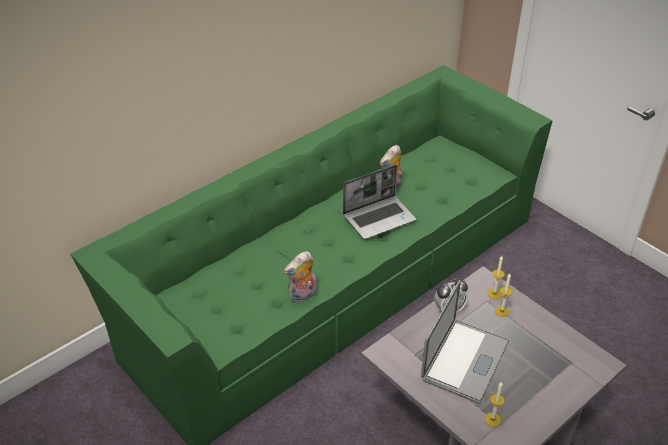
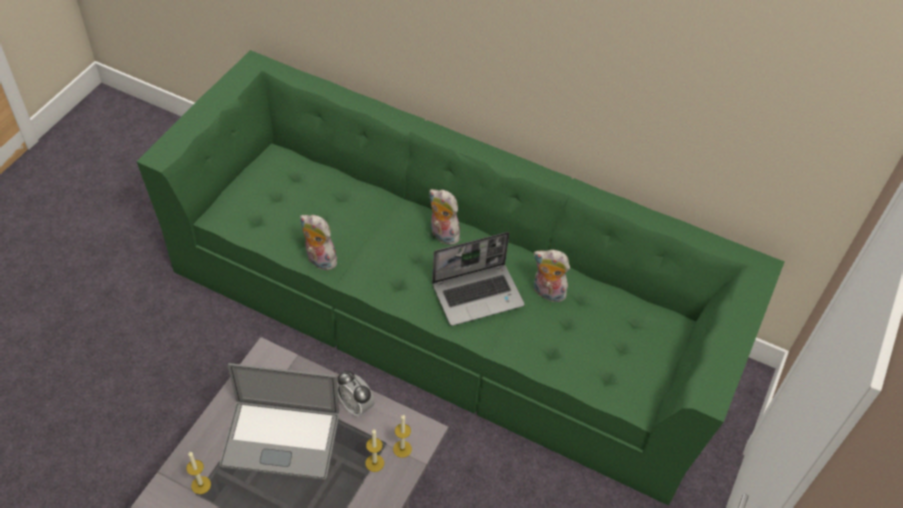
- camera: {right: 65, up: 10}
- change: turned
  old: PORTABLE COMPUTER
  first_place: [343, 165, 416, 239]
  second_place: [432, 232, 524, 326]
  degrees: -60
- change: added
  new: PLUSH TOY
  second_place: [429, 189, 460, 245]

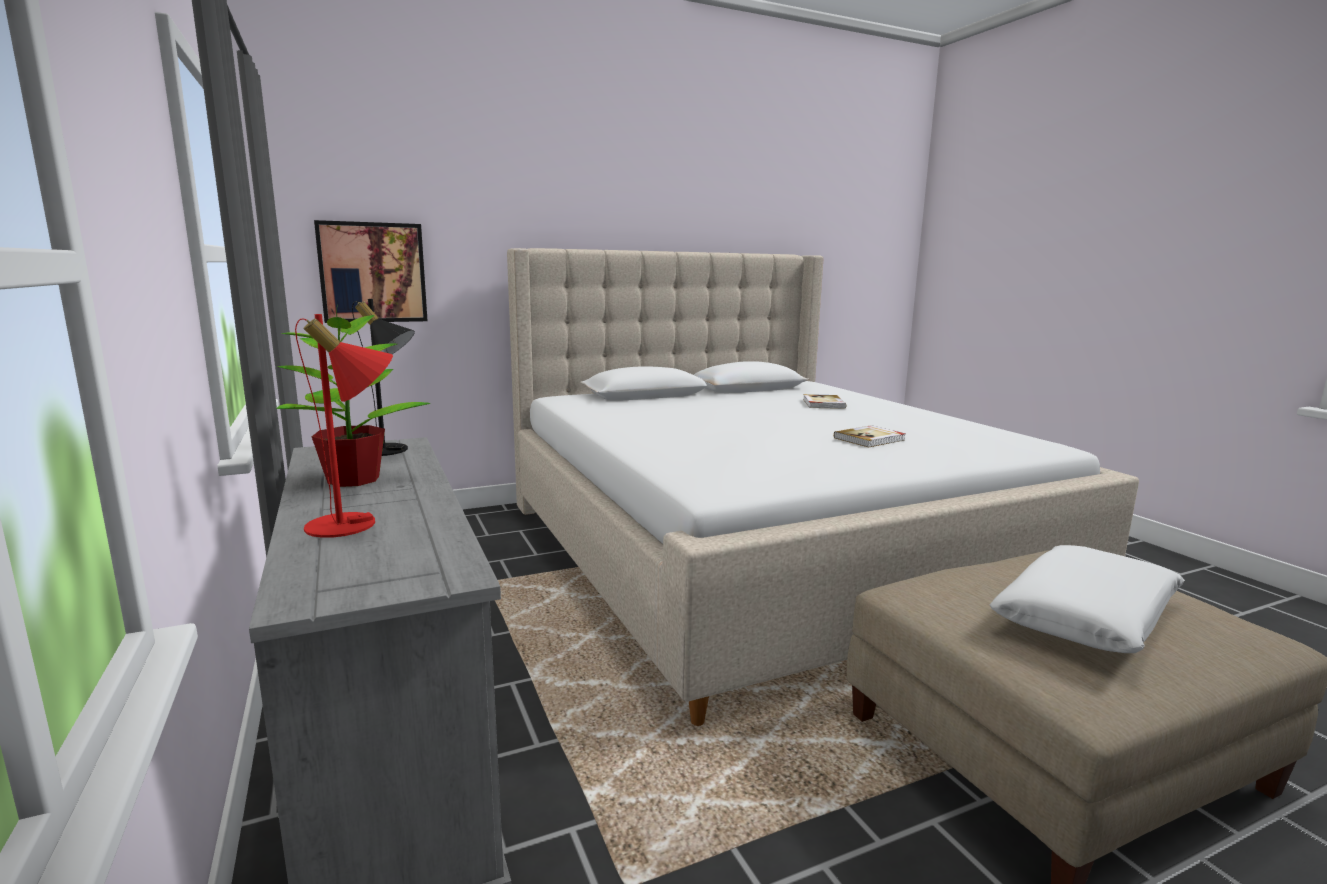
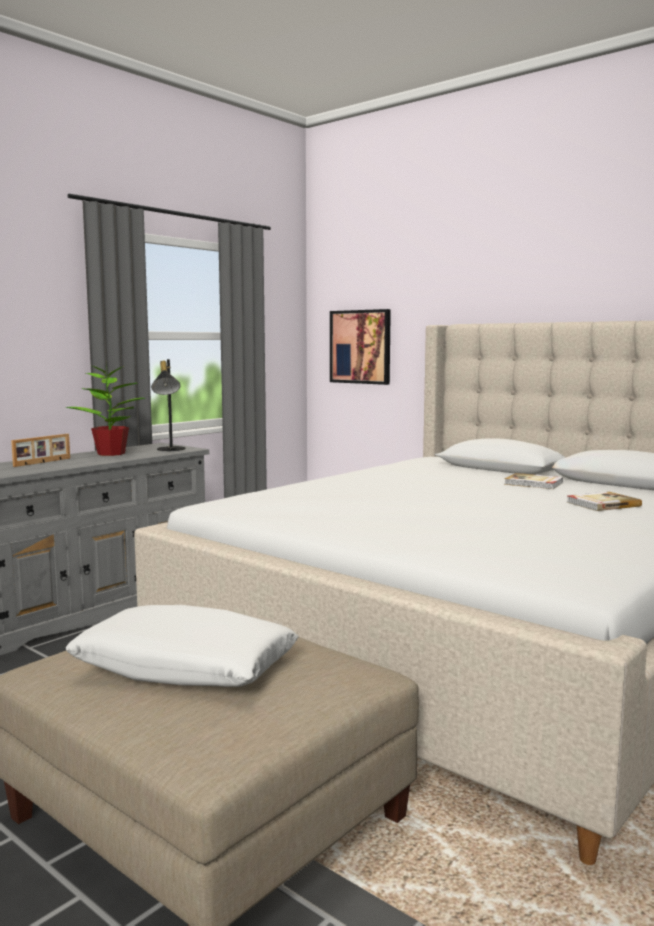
- camera: {right: 65, up: -5}
- change: replaced
  old: RED TABLE LAMP
  new: PHOTO FRAME
  first_place: [295, 314, 393, 538]
  second_place: [11, 434, 70, 467]
- change: moved
  old: BOOK
  first_place: [834, 425, 906, 448]
  second_place: [504, 473, 563, 489]

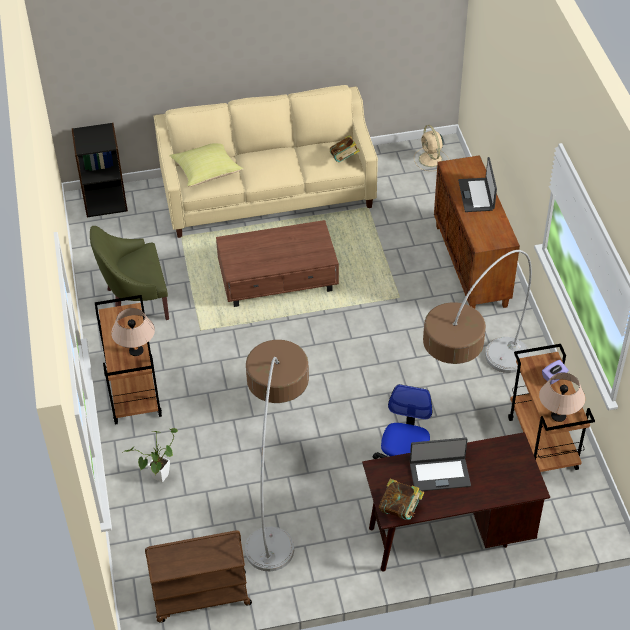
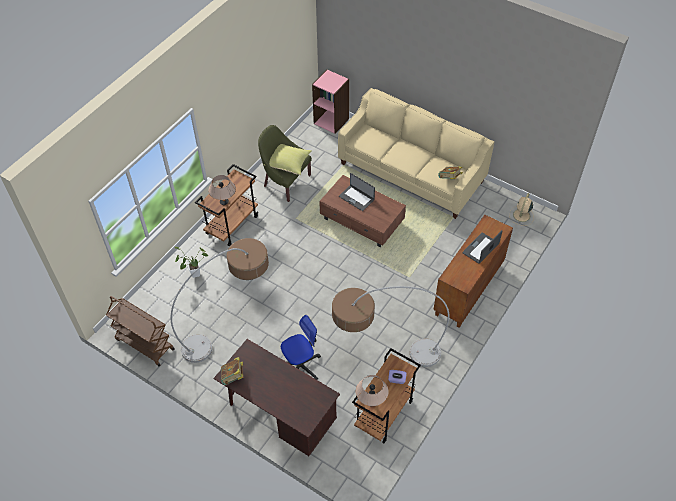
- camera: {right: 45, up: 5}
- change: recoloured
  old: BLACK-COLOURED BOOKSHELF
  new: PINK-COLOURED BOOKSHELF
  first_place: [71, 123, 128, 218]
  second_place: [312, 70, 349, 134]
- change: moved
  old: YELLOW-COLOURED PILLOW
  first_place: [169, 143, 243, 187]
  second_place: [264, 144, 312, 175]
- change: moved
  old: PORTABLE COMPUTER
  first_place: [410, 438, 471, 491]
  second_place: [339, 173, 375, 211]

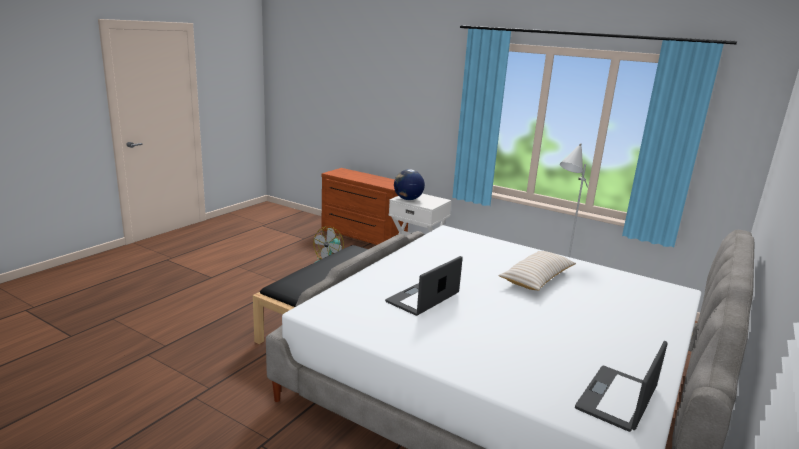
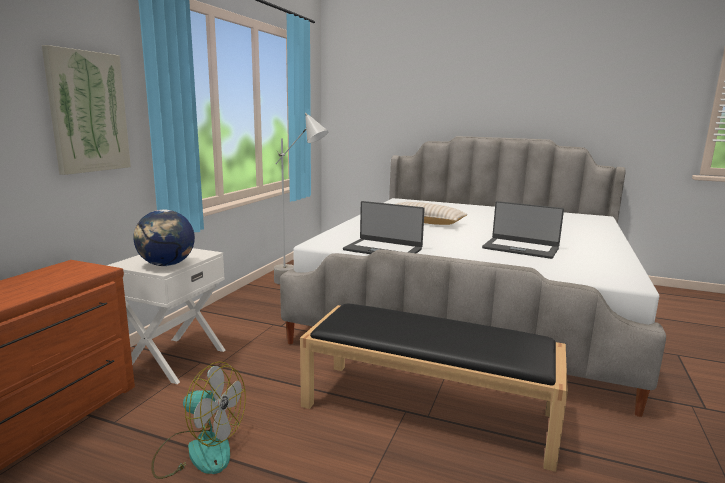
- camera: {right: -100, up: -5}
- change: moved
  old: PORTABLE COMPUTER
  first_place: [575, 341, 668, 432]
  second_place: [343, 201, 425, 254]
- change: added
  new: WALL ART
  second_place: [42, 45, 131, 175]

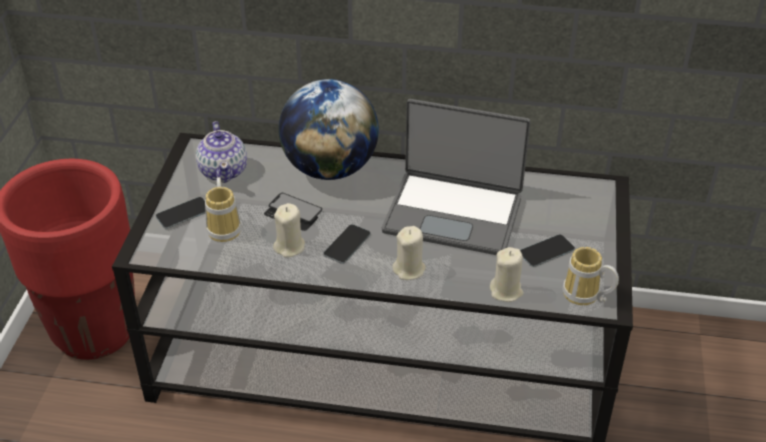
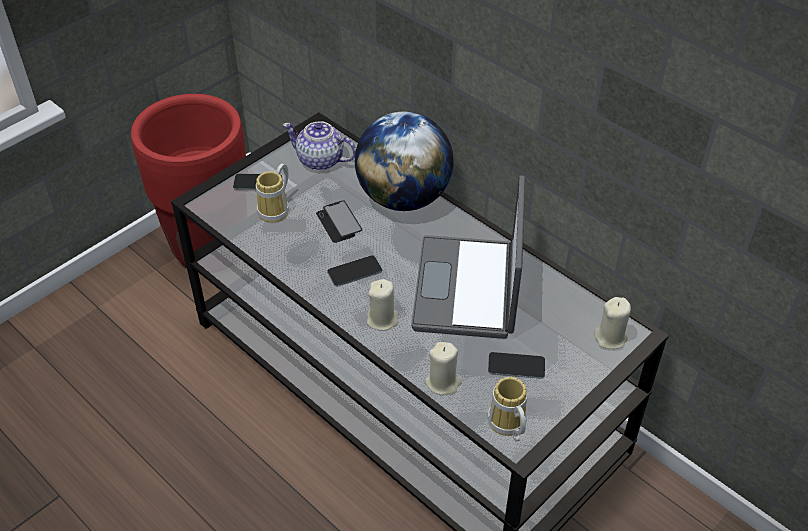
- camera: {right: 35, up: 5}
- change: turned
  old: PORTABLE COMPUTER
  first_place: [382, 99, 531, 255]
  second_place: [411, 176, 525, 339]
  degrees: 45
- change: turned
  old: POT FOR TEA
  first_place: [196, 121, 247, 183]
  second_place: [283, 122, 356, 171]
  degrees: 90
- change: moved
  old: BEIGE CANDLE
  first_place: [273, 203, 305, 258]
  second_place: [594, 297, 631, 349]

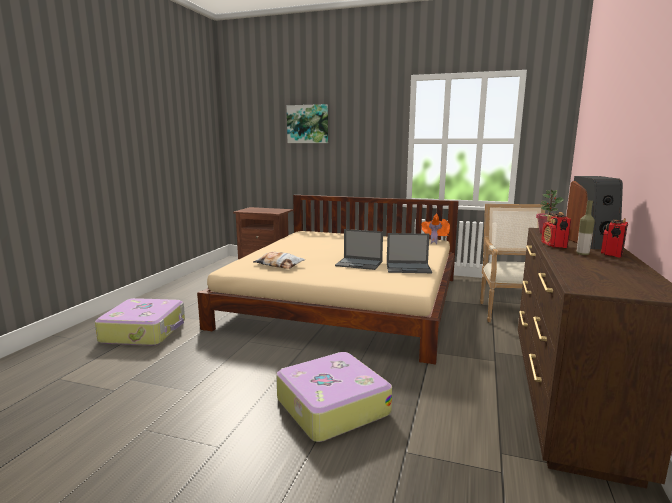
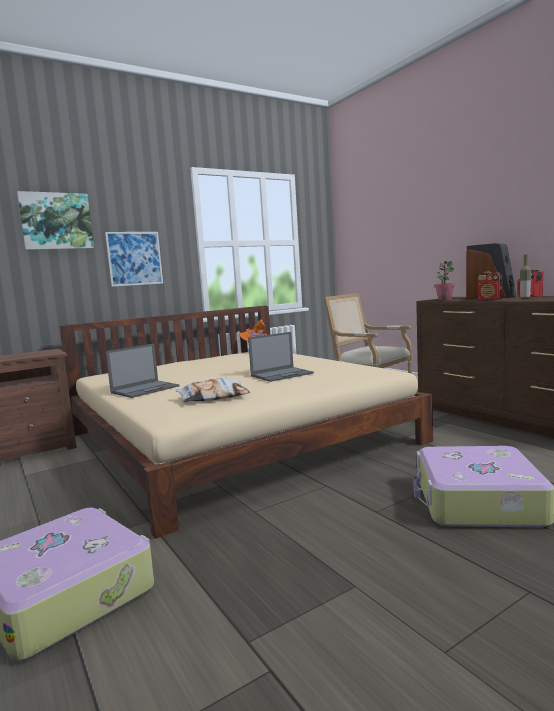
- camera: {right: -50, up: -5}
- change: moved
  old: PORTABLE COMPUTER
  first_place: [387, 233, 432, 273]
  second_place: [106, 344, 180, 398]
- change: added
  new: WALL ART
  second_place: [105, 232, 163, 287]

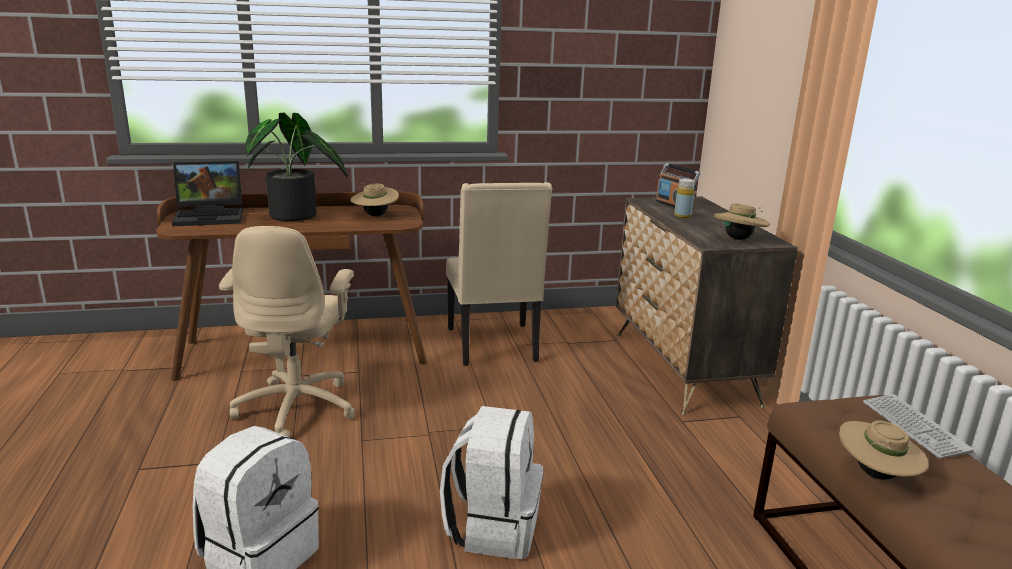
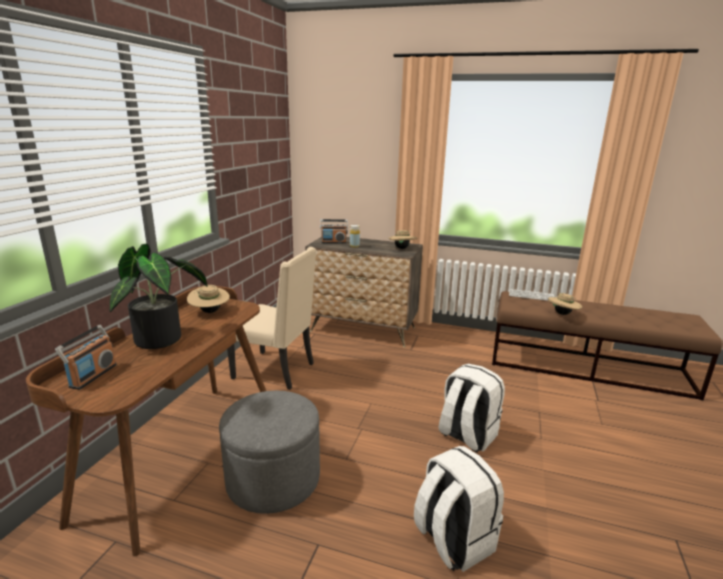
- camera: {right: -60, up: 0}
- change: replaced
  old: PORTABLE COMPUTER
  new: RADIO
  first_place: [172, 161, 243, 226]
  second_place: [55, 325, 117, 390]
- change: replaced
  old: BEIGE OFFICE CHAIR
  new: GREYISH POUFFE
  first_place: [219, 226, 356, 437]
  second_place: [219, 391, 320, 514]

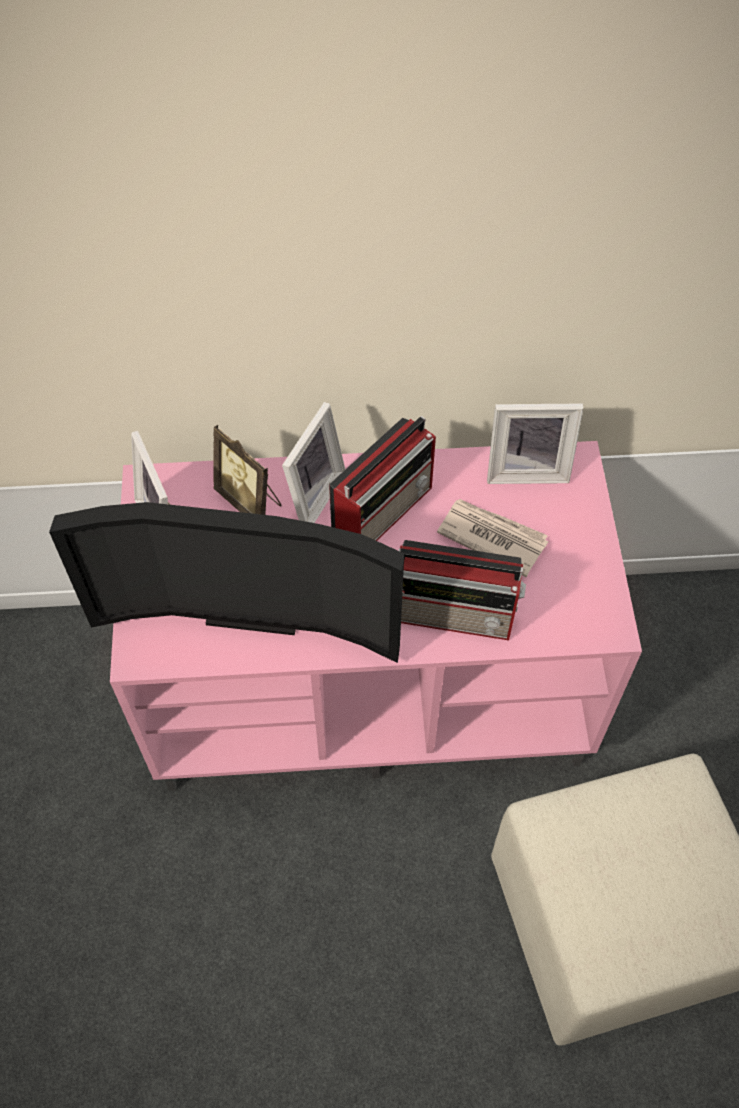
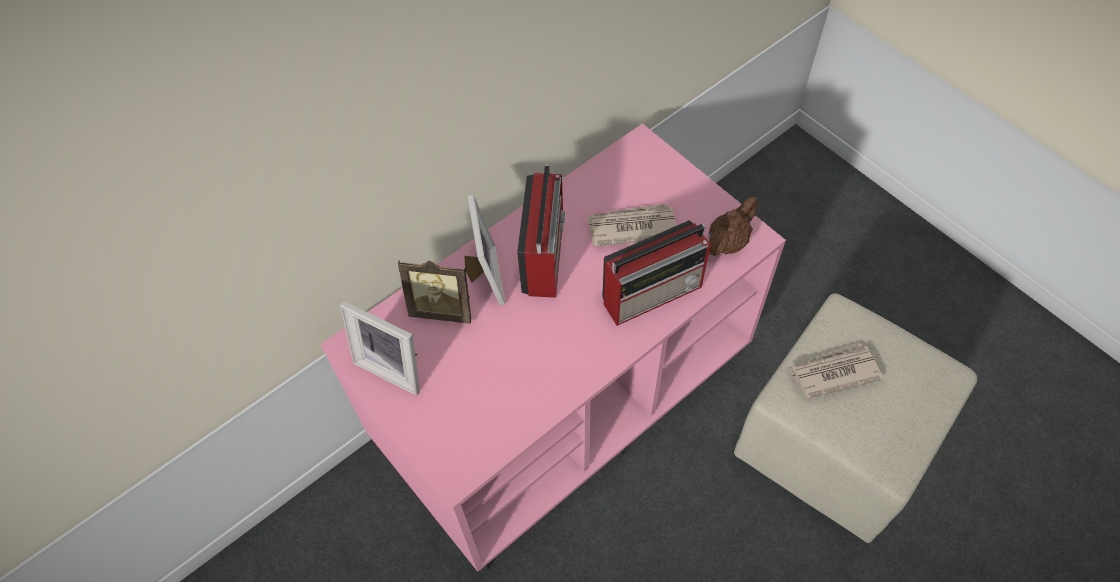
- camera: {right: -35, up: 0}
- change: removed
  old: PHOTO FRAME
  first_place: [487, 404, 584, 484]
- change: removed
  old: TV
  first_place: [49, 502, 404, 663]
- change: added
  new: BROWN POT FOR TEA
  second_place: [708, 197, 758, 256]
- change: added
  new: PRINTED PAPER
  second_place: [787, 343, 883, 399]

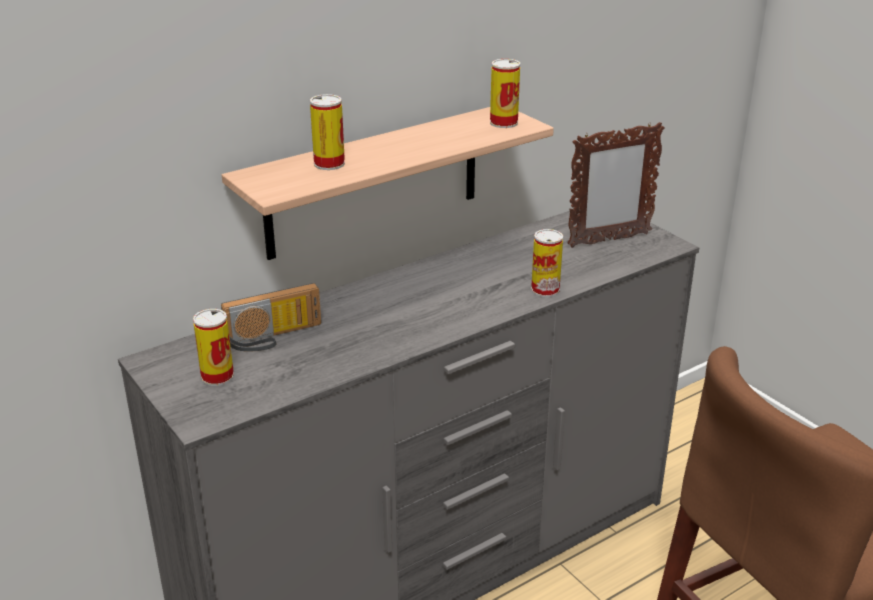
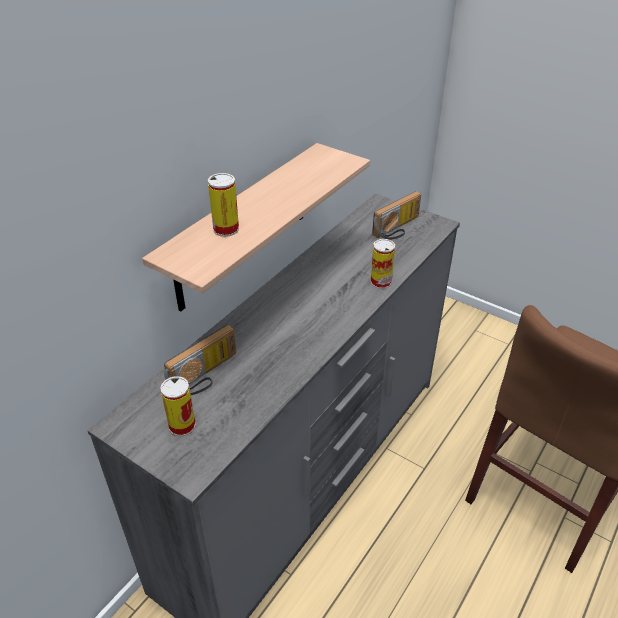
- camera: {right: -20, up: 10}
- change: removed
  old: METAL CAN
  first_place: [490, 59, 520, 128]
- change: replaced
  old: PHOTO FRAME
  new: RADIO
  first_place: [568, 122, 665, 248]
  second_place: [372, 191, 421, 240]

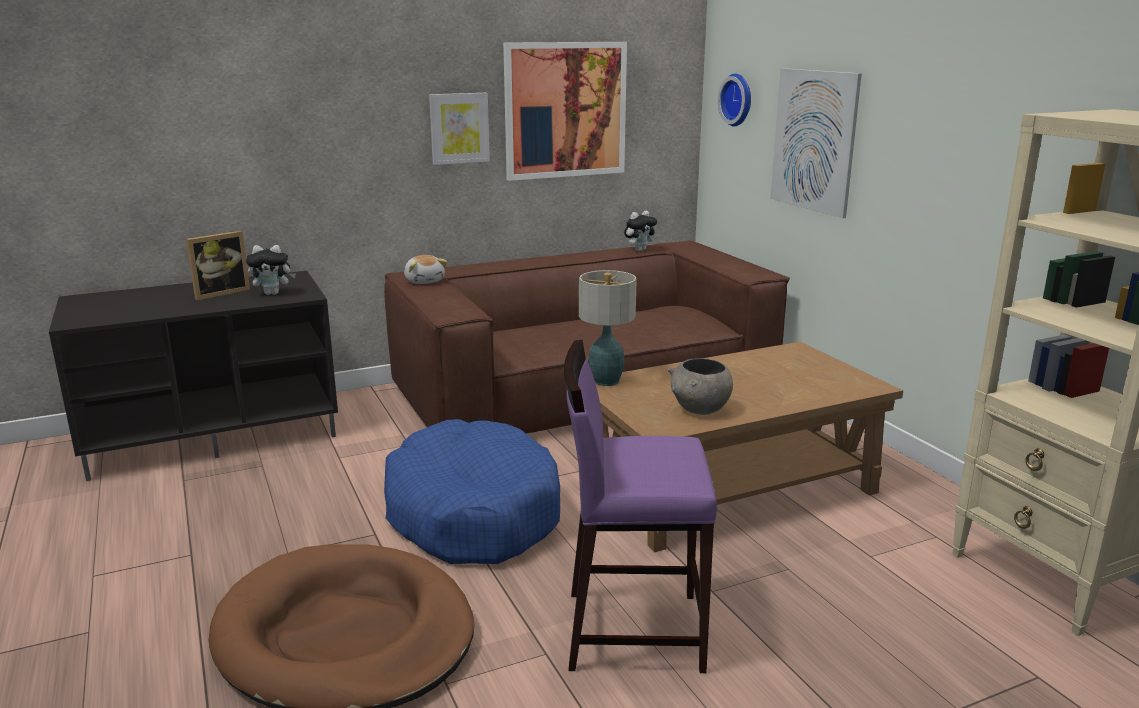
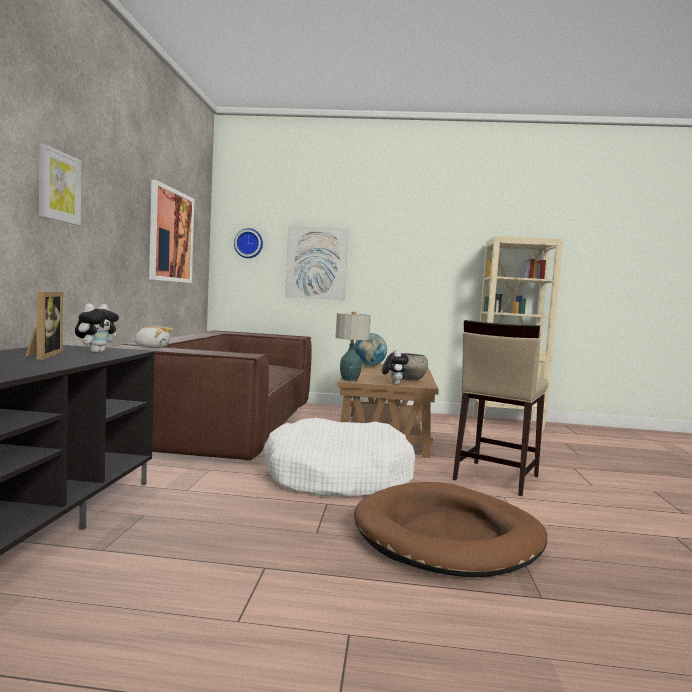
- camera: {right: -60, up: -15}
- change: moved
  old: WALL ART
  first_place: [429, 93, 490, 165]
  second_place: [39, 144, 81, 225]
- change: moved
  old: PLUSH TOY
  first_place: [624, 210, 657, 252]
  second_place: [382, 349, 409, 384]
- change: recoloured
  old: PURPLE-COLOURED STOOL
  new: BEIGE STOOL
  first_place: [564, 340, 717, 673]
  second_place: [453, 320, 548, 496]
- change: recoloured
  old: BLUE-COLOURED PET BED
  new: WHITE PET BED
  first_place: [384, 419, 560, 564]
  second_place: [264, 418, 415, 496]
- change: added
  new: GLOBE
  second_place: [354, 333, 387, 367]

